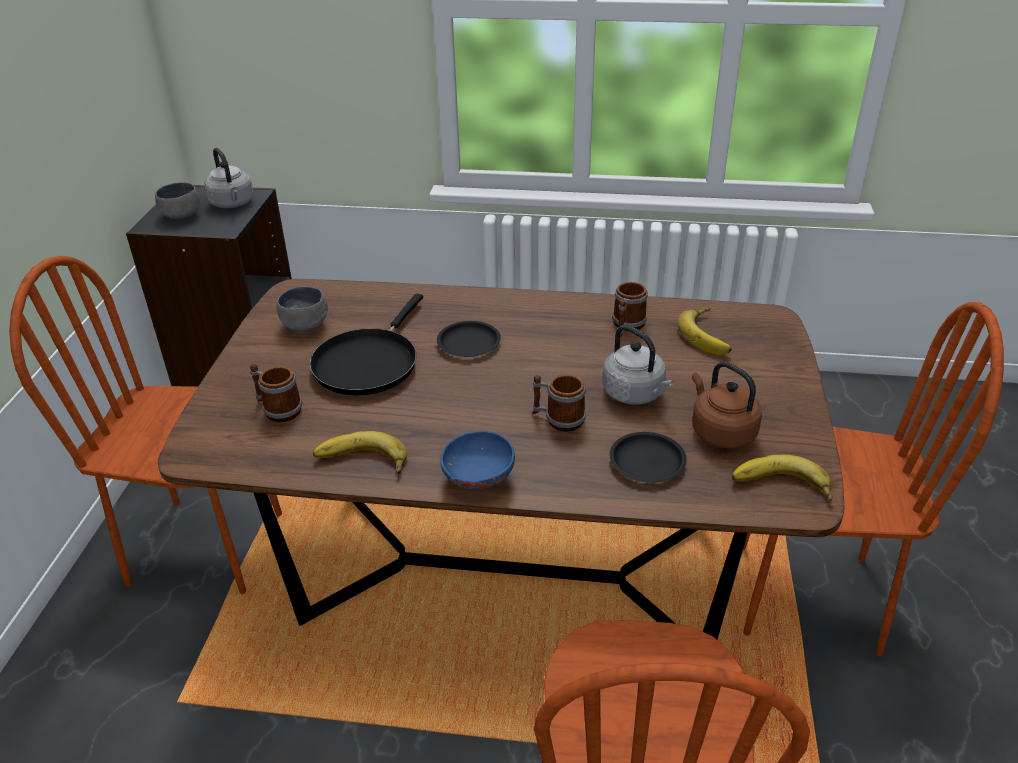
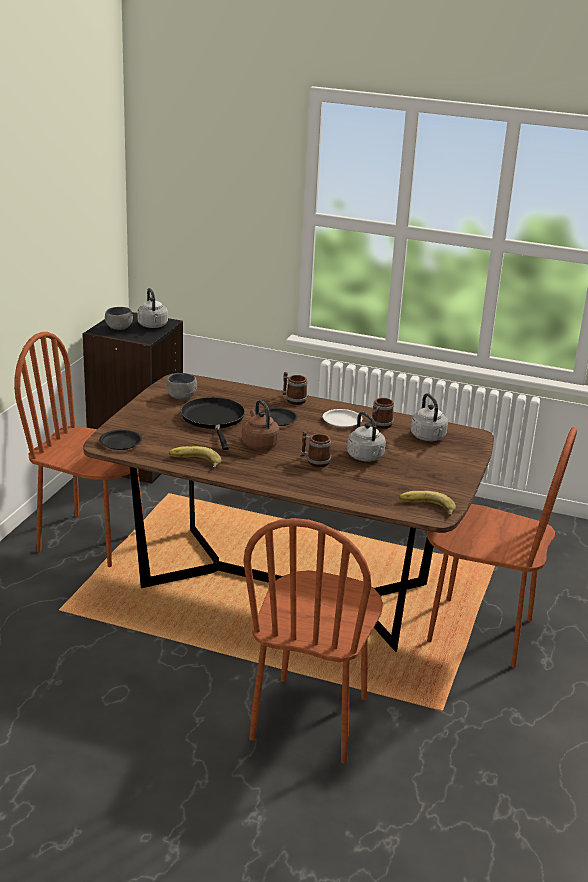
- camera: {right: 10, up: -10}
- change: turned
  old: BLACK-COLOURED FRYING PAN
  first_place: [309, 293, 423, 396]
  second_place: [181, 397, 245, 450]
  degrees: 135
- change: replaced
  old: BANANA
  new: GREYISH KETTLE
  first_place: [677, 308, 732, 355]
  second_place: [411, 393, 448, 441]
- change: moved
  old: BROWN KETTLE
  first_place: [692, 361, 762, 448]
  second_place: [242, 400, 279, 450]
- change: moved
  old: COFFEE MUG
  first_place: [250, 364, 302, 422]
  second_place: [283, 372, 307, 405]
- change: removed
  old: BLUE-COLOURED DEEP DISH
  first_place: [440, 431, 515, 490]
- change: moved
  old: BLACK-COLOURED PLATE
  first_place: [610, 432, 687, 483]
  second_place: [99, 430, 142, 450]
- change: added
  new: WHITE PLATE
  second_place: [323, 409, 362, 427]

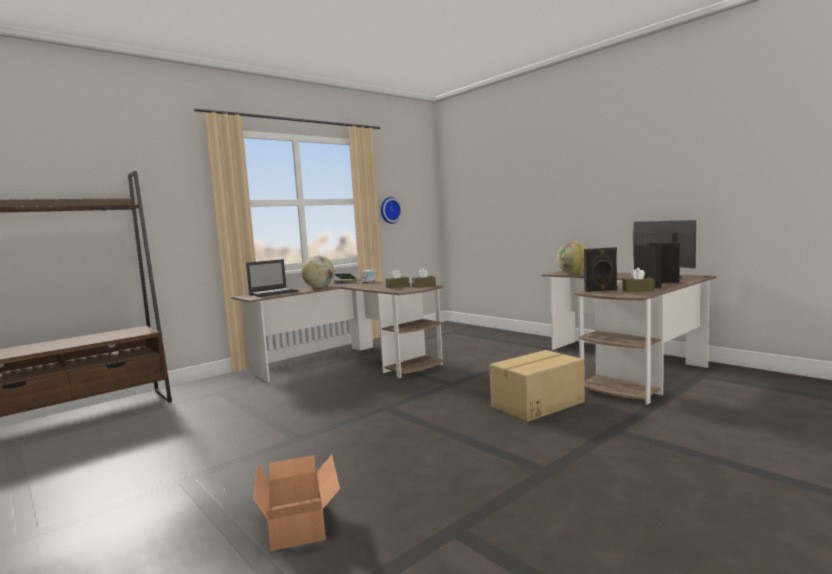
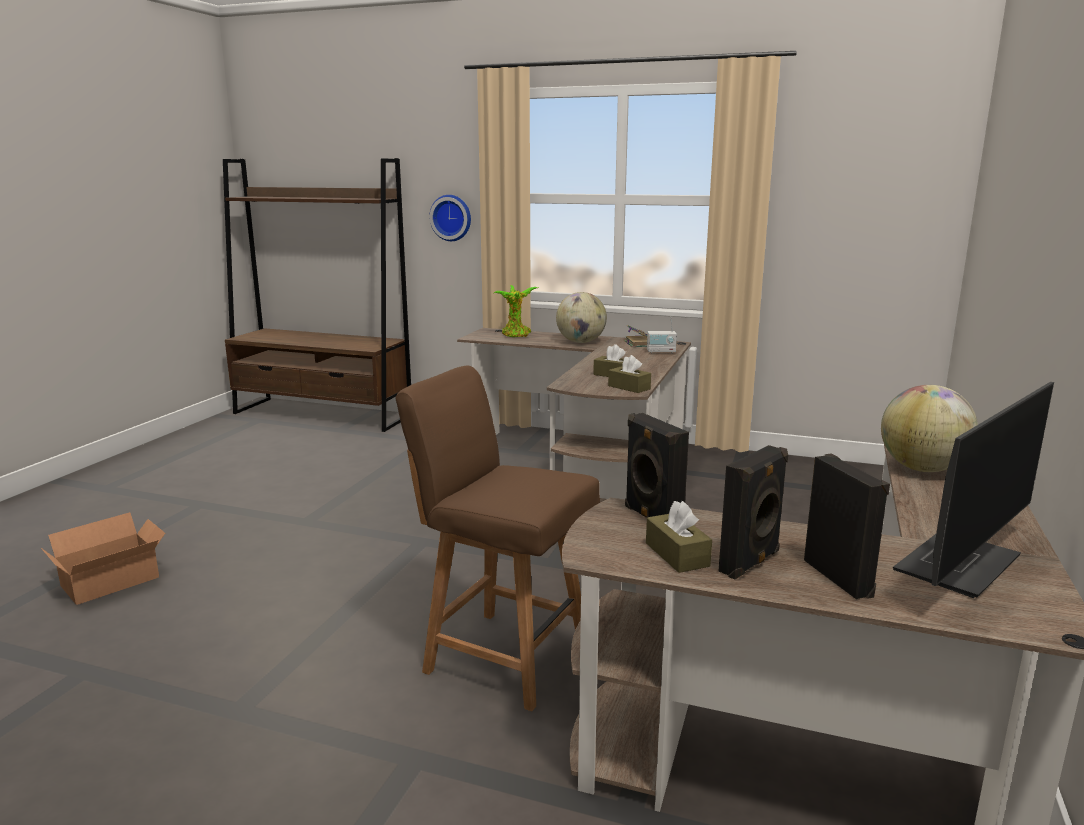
- camera: {right: 60, up: 10}
- change: moved
  old: WALL CLOCK
  first_place: [381, 197, 402, 224]
  second_place: [429, 195, 471, 241]
- change: replaced
  old: PORTABLE COMPUTER
  new: POTTED PLANT
  first_place: [246, 259, 299, 297]
  second_place: [494, 285, 538, 337]
- change: replaced
  old: CARDBOARD BOX
  new: BROWN PLAIN CHAIR
  first_place: [489, 350, 585, 422]
  second_place: [396, 365, 600, 711]

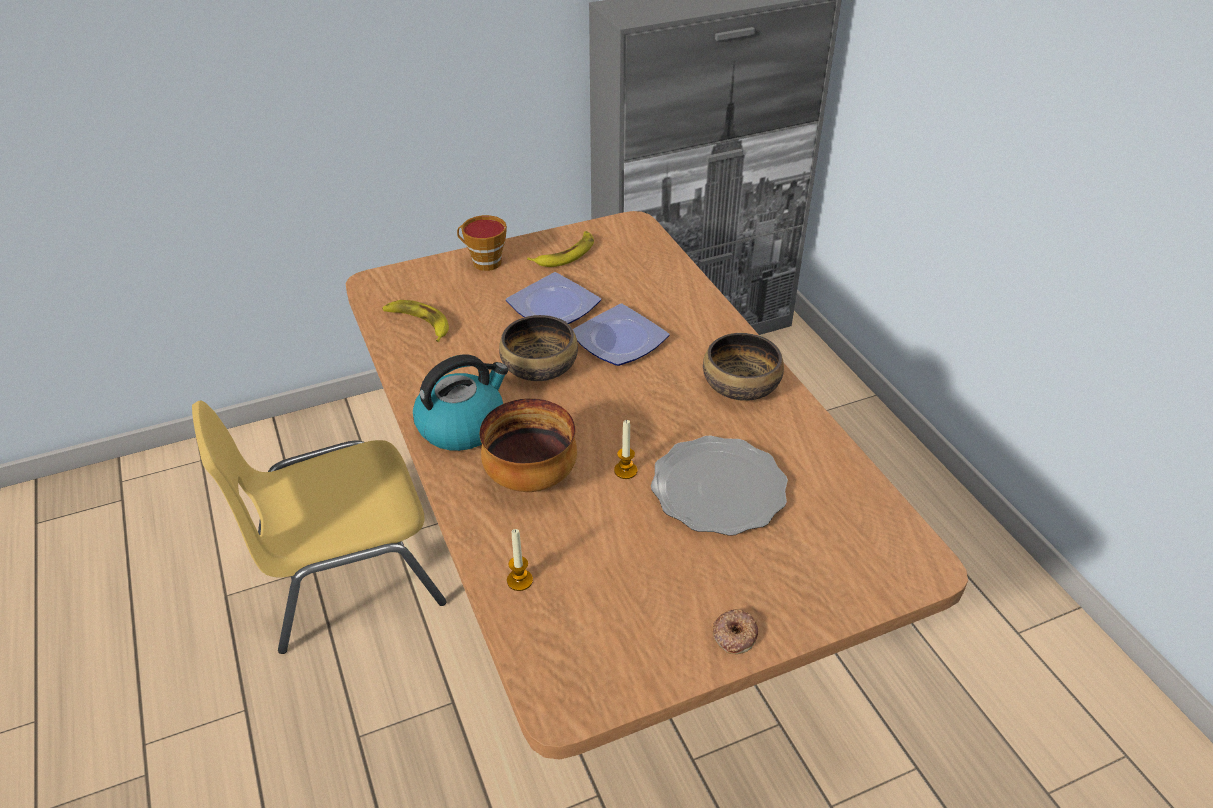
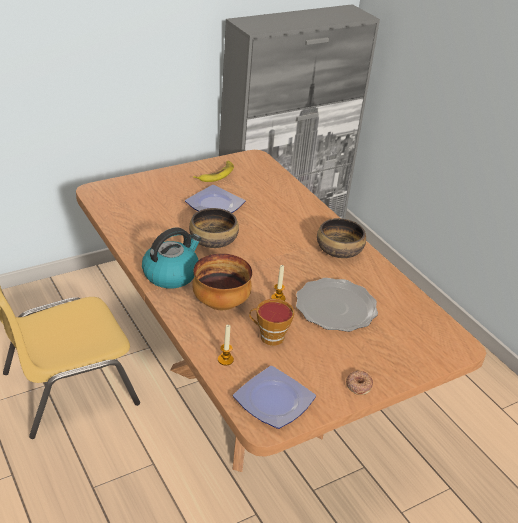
- camera: {right: -10, up: -5}
- change: moved
  old: SMALL CUP
  first_place: [457, 215, 507, 271]
  second_place: [249, 299, 294, 346]
- change: removed
  old: BANANA
  first_place: [382, 300, 449, 342]
- change: moved
  old: PLATE
  first_place: [573, 303, 669, 366]
  second_place: [233, 366, 316, 429]

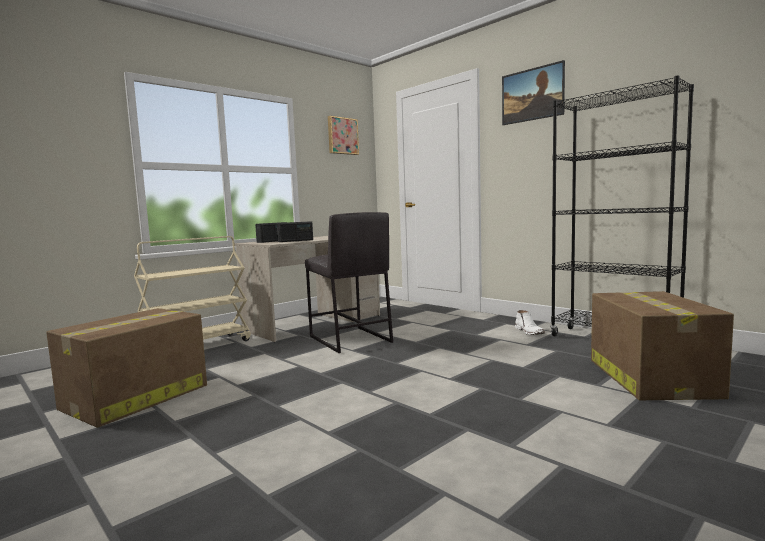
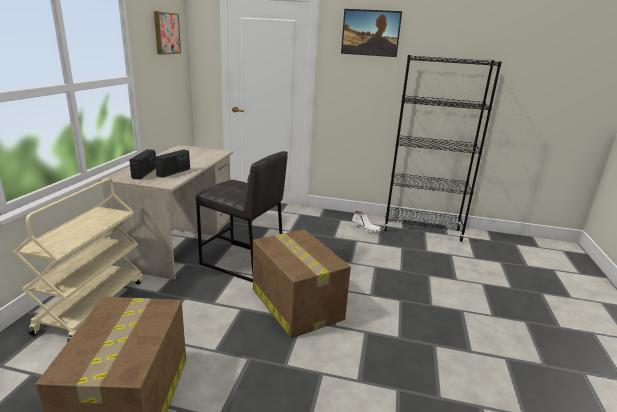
- camera: {right: -35, up: 15}
- change: moved
  old: CARDBOARD BOX
  first_place: [591, 291, 734, 400]
  second_place: [253, 229, 351, 338]

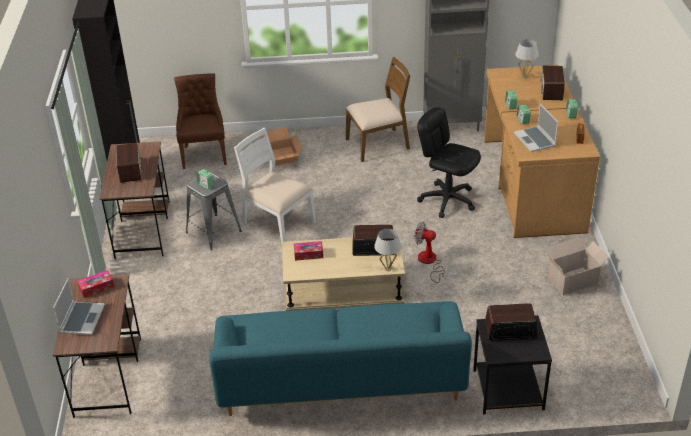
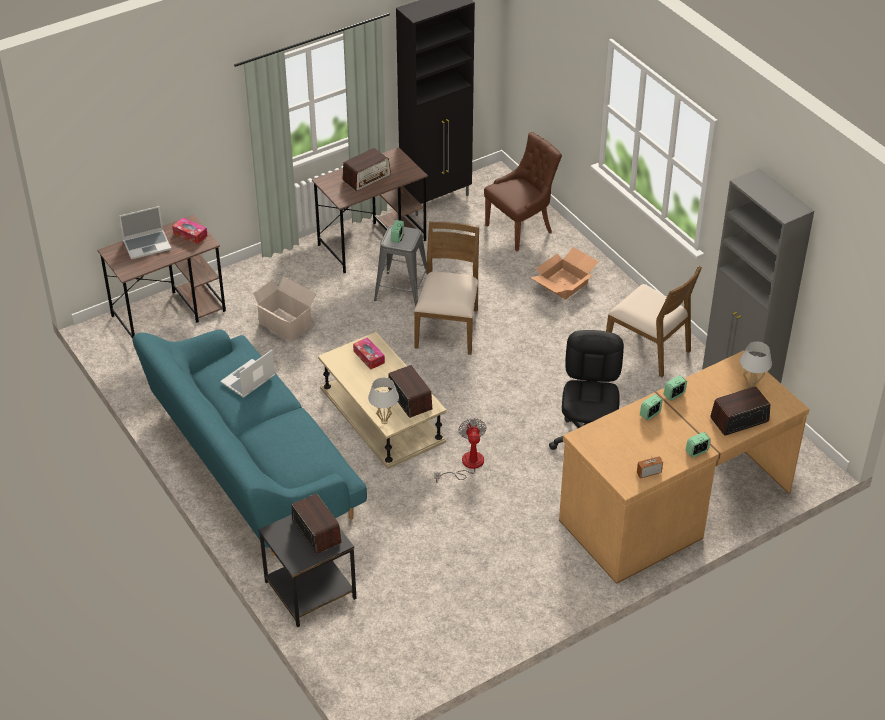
- camera: {right: 60, up: 5}
- change: moved
  old: PORTABLE COMPUTER
  first_place: [514, 103, 558, 152]
  second_place: [220, 350, 275, 398]
- change: recoloured
  old: WHITE PLAIN CHAIR
  new: BROWN PLAIN CHAIR
  first_place: [234, 128, 316, 244]
  second_place: [414, 221, 479, 355]
- change: moved
  old: CARDBOARD BOX
  first_place: [546, 236, 609, 295]
  second_place: [251, 276, 316, 342]

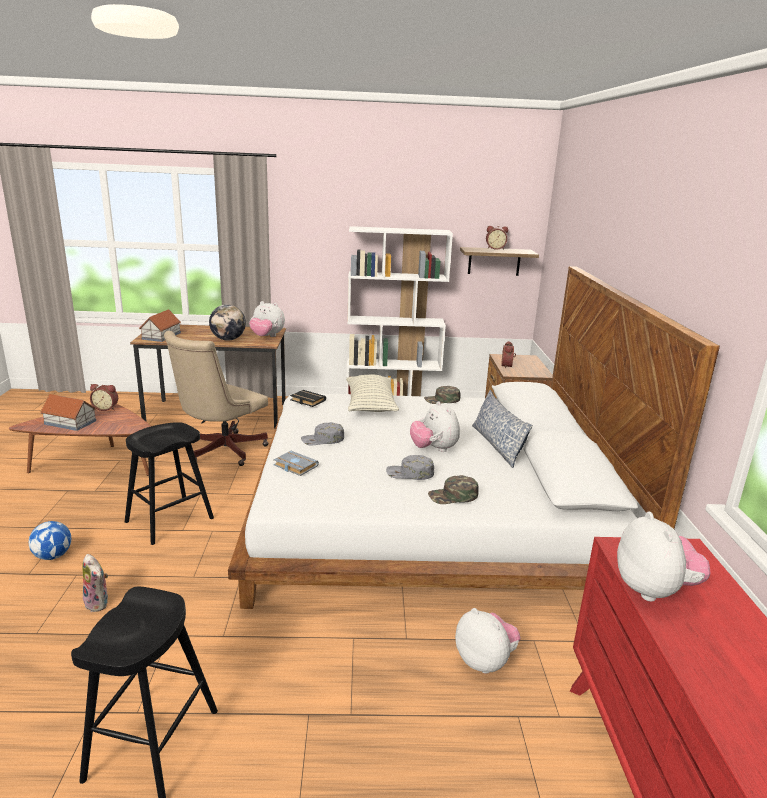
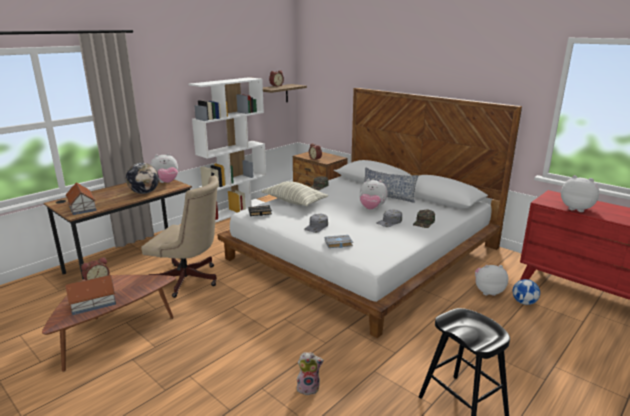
- camera: {right: -45, up: 0}
- change: turned
  old: BEIGE OFFICE CHAIR
  first_place: [164, 331, 269, 466]
  second_place: [141, 175, 219, 298]
  degrees: -60
- change: removed
  old: BLACK-COLOURED STOOL
  first_place: [125, 422, 214, 545]
- change: moved
  old: BALL FOR FOOTBALL
  first_place: [29, 521, 71, 560]
  second_place: [513, 279, 540, 305]

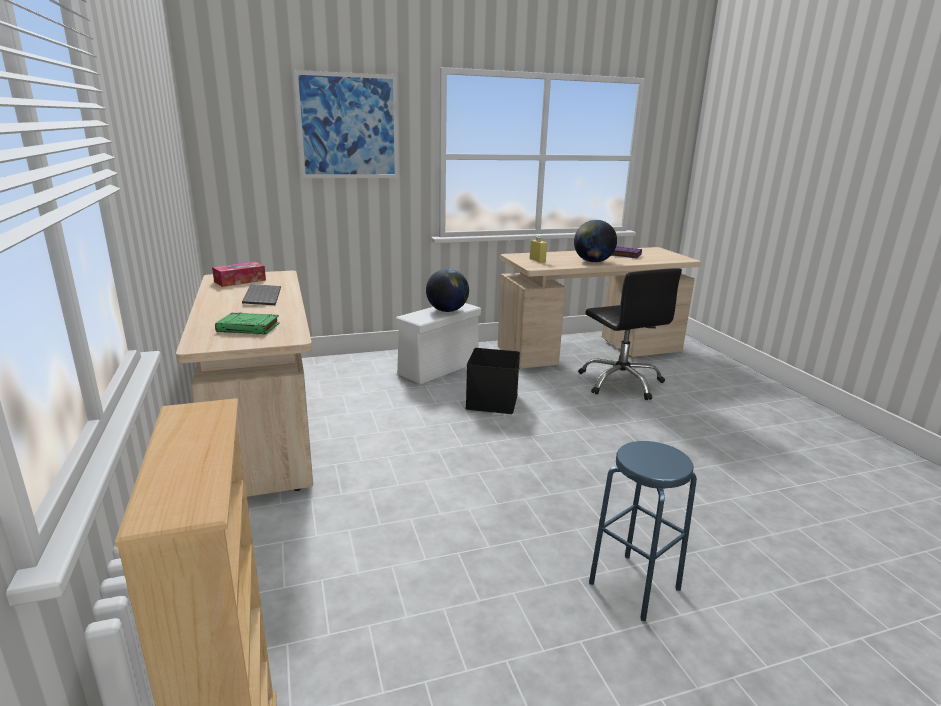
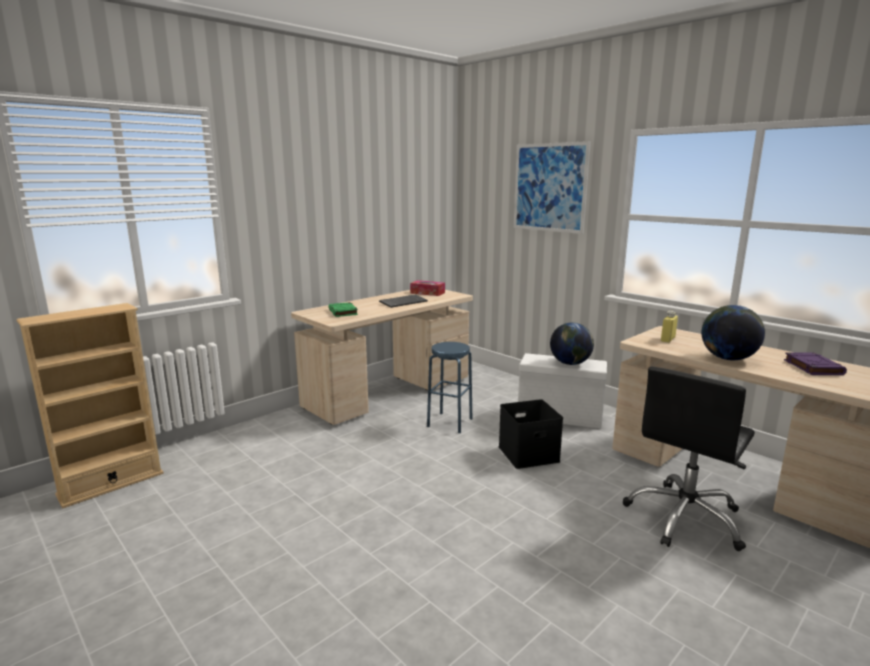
- camera: {right: 65, up: -5}
- change: moved
  old: BLUE-COLOURED STOOL
  first_place: [589, 441, 697, 621]
  second_place: [427, 342, 472, 433]

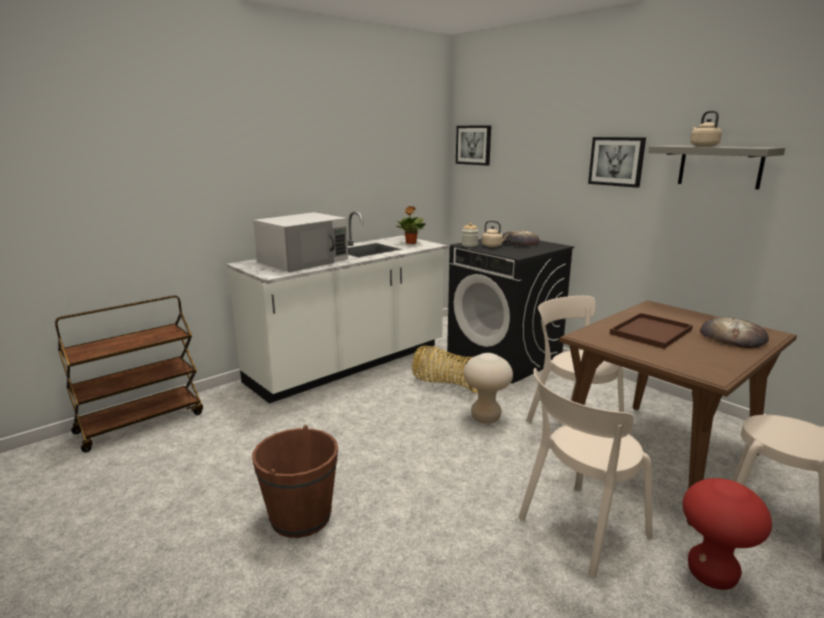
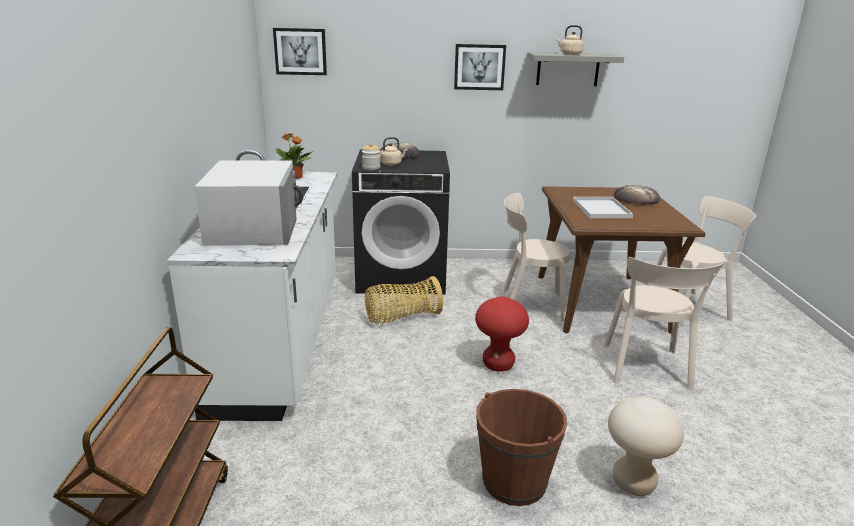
- camera: {right: -50, up: 5}
- change: recoloured
  old: BROWN SERVING TRAY
  new: WHITE SERVING TRAY
  first_place: [610, 313, 693, 349]
  second_place: [573, 197, 633, 218]
- change: moved
  old: BEIGE STOOL
  first_place: [463, 353, 513, 423]
  second_place: [608, 397, 684, 496]
- change: moved
  old: RED STOOL
  first_place: [683, 478, 772, 590]
  second_place: [475, 297, 529, 372]

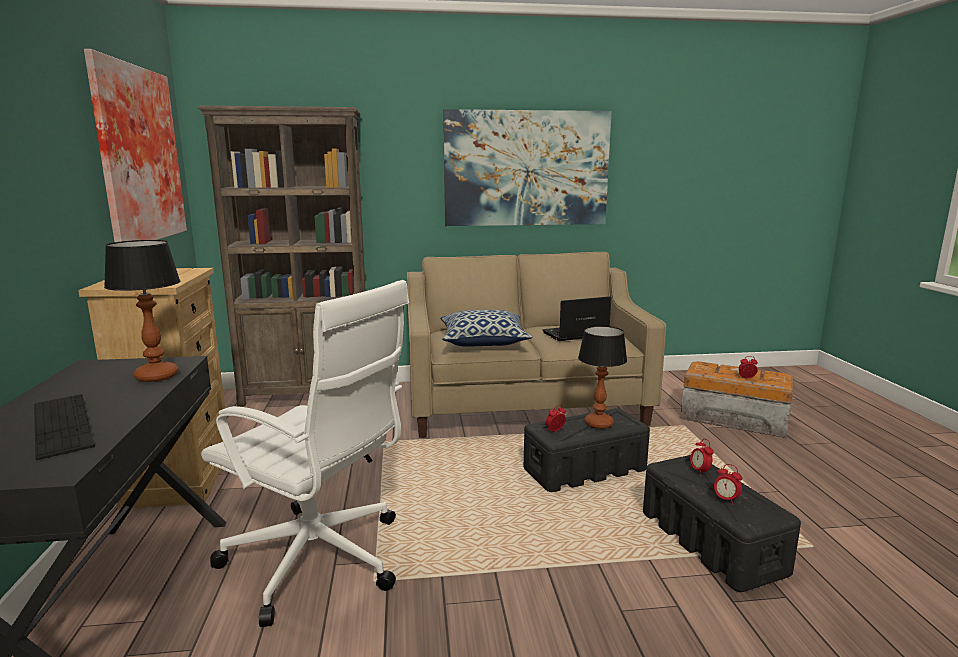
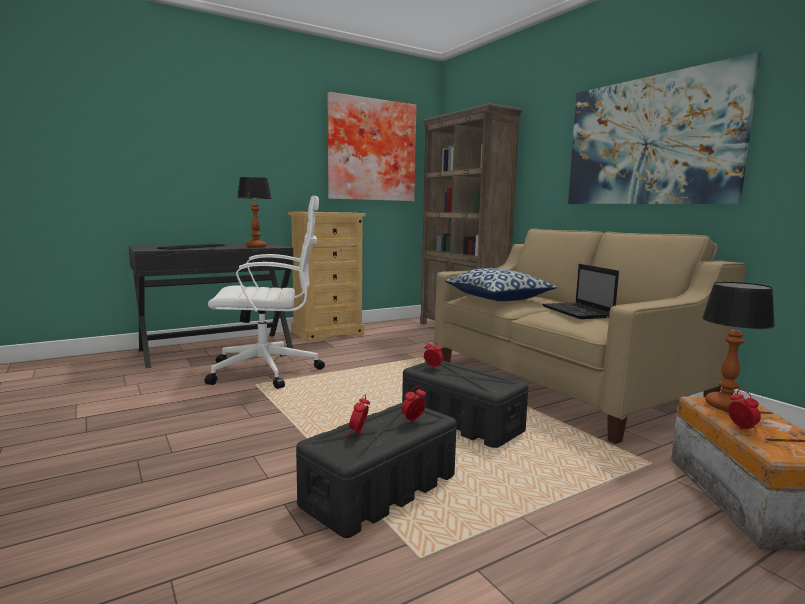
- camera: {right: 65, up: -5}
- change: turned
  old: WHITE OFFICE CHAIR
  first_place: [201, 280, 409, 627]
  second_place: [205, 195, 325, 389]
  degrees: -105
- change: turned
  old: PORTABLE COMPUTER
  first_place: [542, 296, 611, 341]
  second_place: [542, 264, 619, 319]
  degrees: -150
- change: moved
  old: TABLE LAMP
  first_place: [578, 326, 627, 429]
  second_place: [702, 282, 775, 411]

